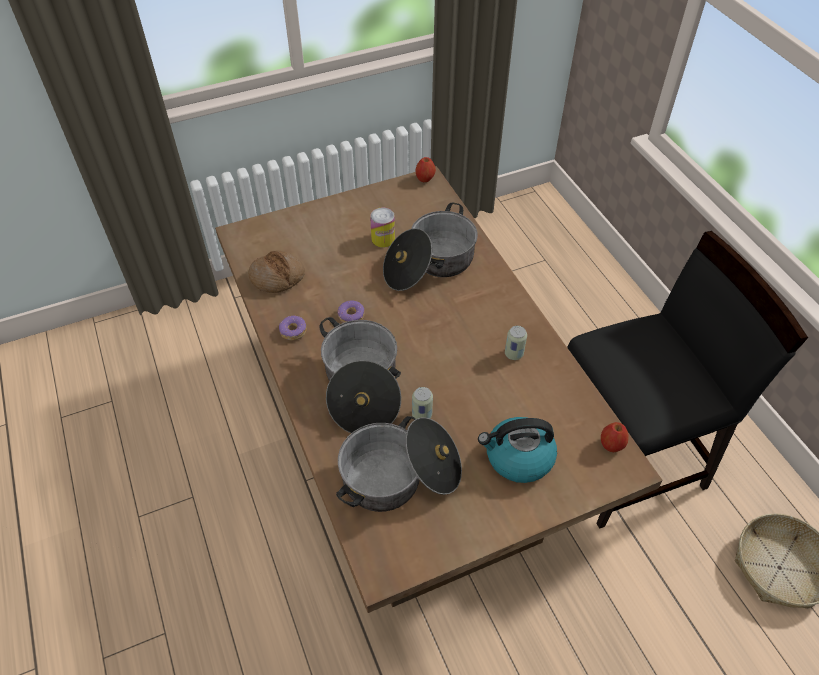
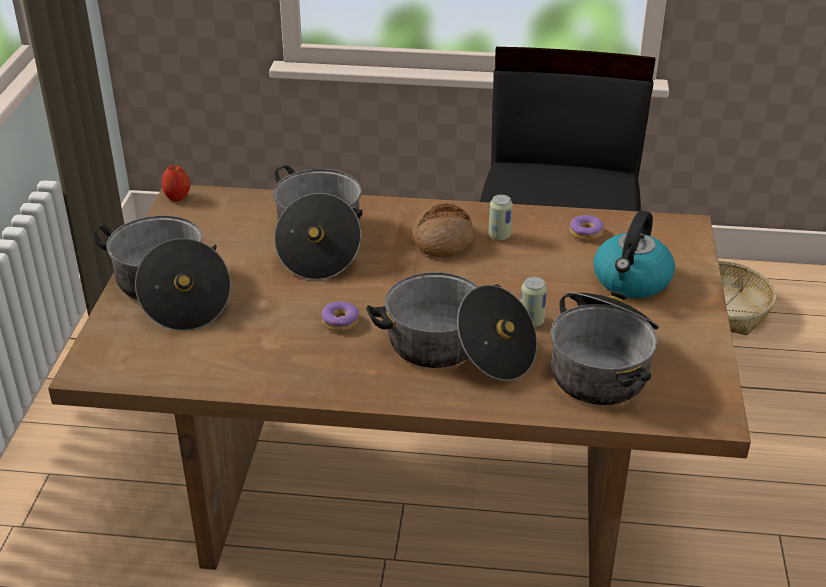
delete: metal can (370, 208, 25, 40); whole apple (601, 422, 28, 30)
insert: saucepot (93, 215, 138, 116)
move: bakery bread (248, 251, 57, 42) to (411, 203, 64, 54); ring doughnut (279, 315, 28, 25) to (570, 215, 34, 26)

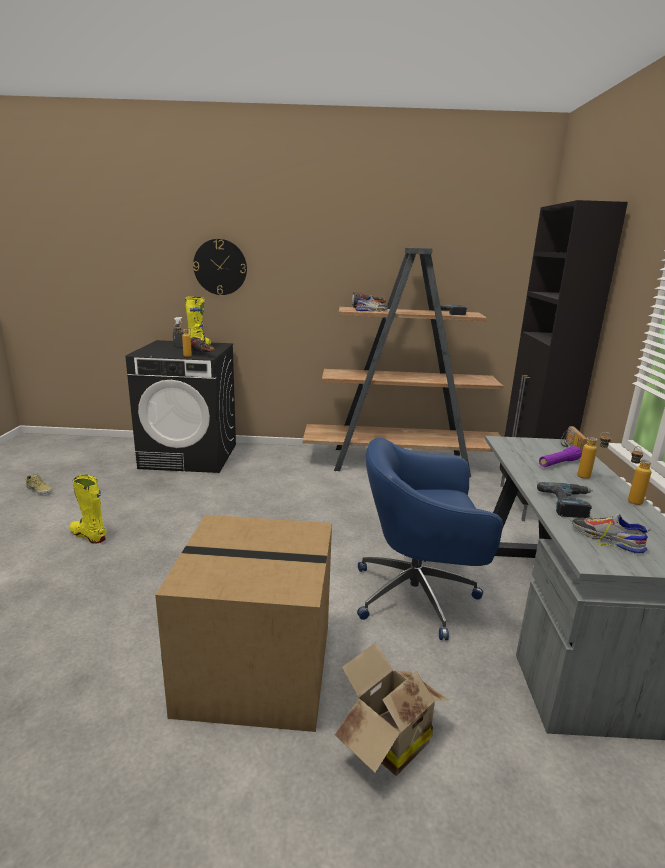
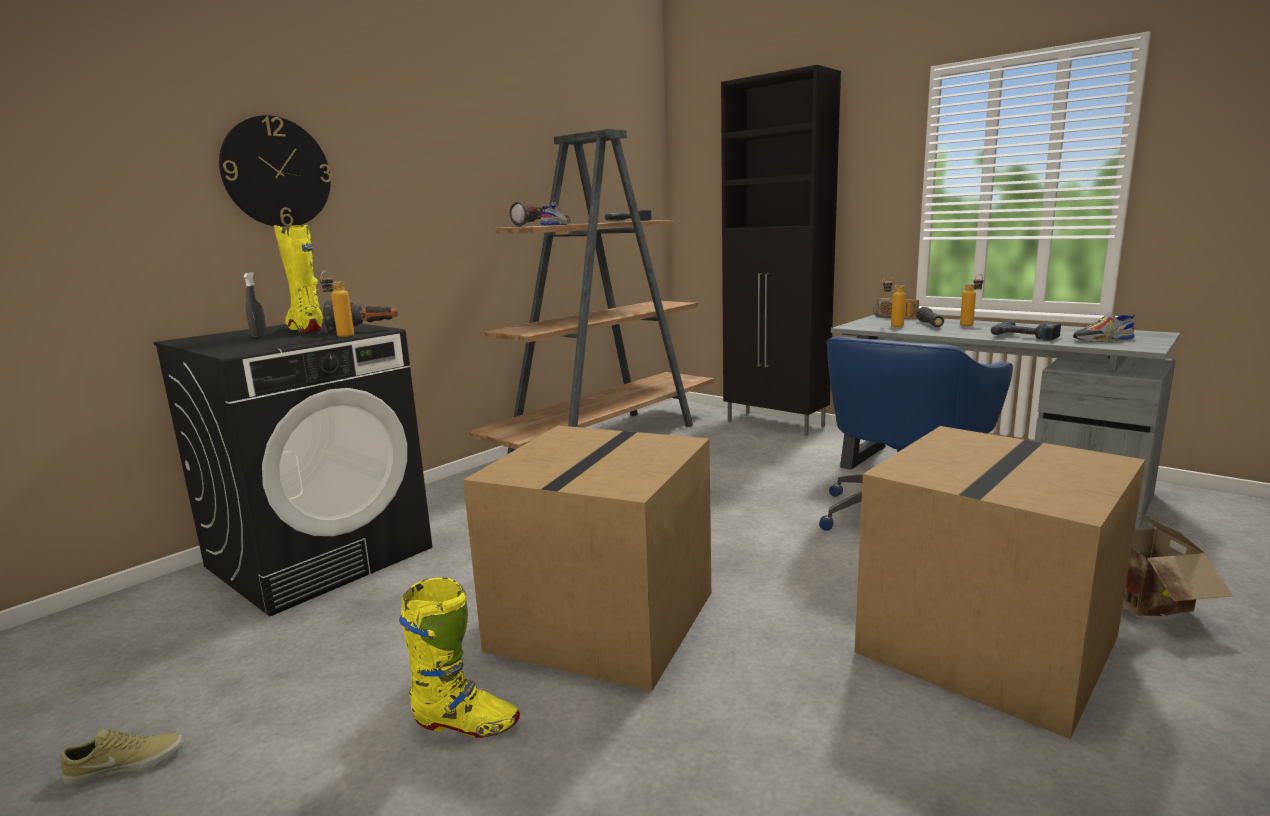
insert: cardboard box (463, 425, 248, 266)
move: beverage bottle (628, 446, 24, 59) to (883, 276, 23, 51)
recolor: flashlight (purple-coloured) (539, 446, 43, 21) to flashlight (black-coloured) (916, 307, 28, 20)
rotate: tall boot (yellowish) (70, 474, 36, 70) = (399, 578, 121, 160) 150 degrees counterclockwise

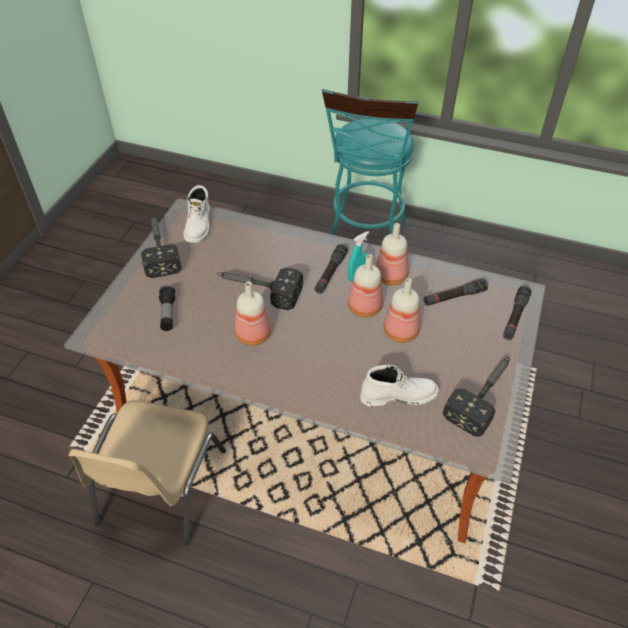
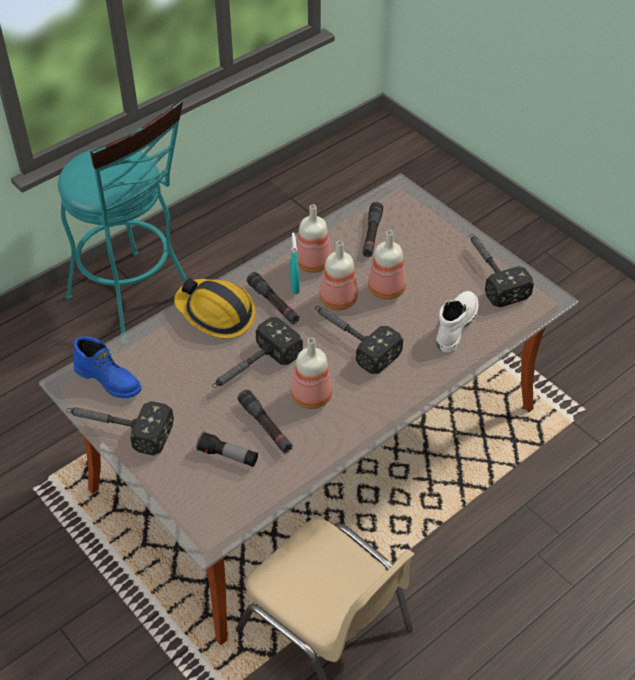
insert: safety helmet (174, 278, 82, 61); hand hammer (315, 306, 88, 68)
move: flashlight (black-coloured) (503, 286, 28, 54) to (237, 389, 56, 65)
recolor: tall boot (whitish) (183, 185, 27, 58) to tall boot (blue-coloured) (73, 336, 68, 62)

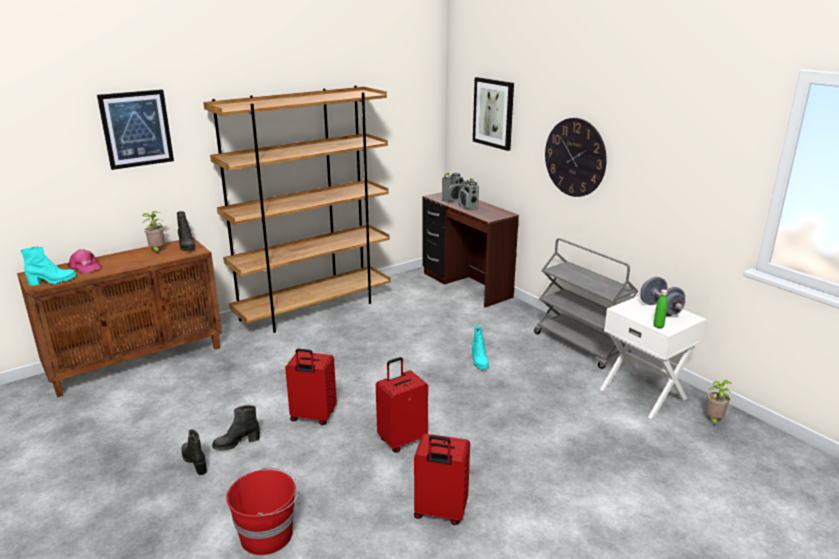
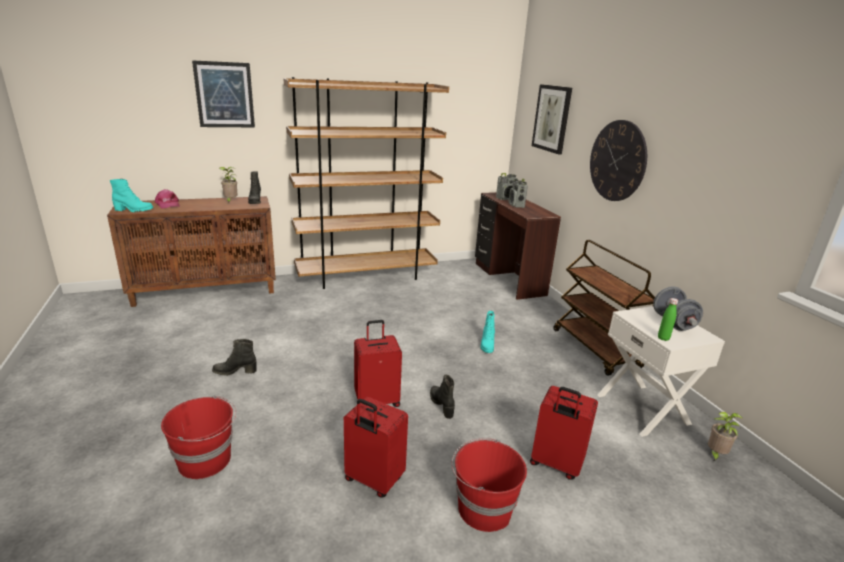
insert: pail (red) (451, 438, 76, 94)
move: tall boot (black-coloured) (181, 429, 26, 46) to (430, 374, 25, 45); suitcase (red) (285, 348, 52, 77) to (530, 386, 68, 94)
recolor: wheeled cart (gray) (534, 238, 104, 131) to wheeled cart (brownish) (553, 240, 102, 136)

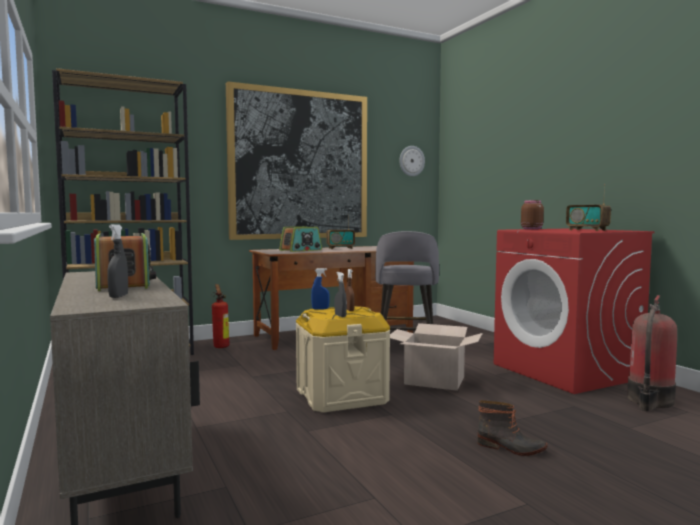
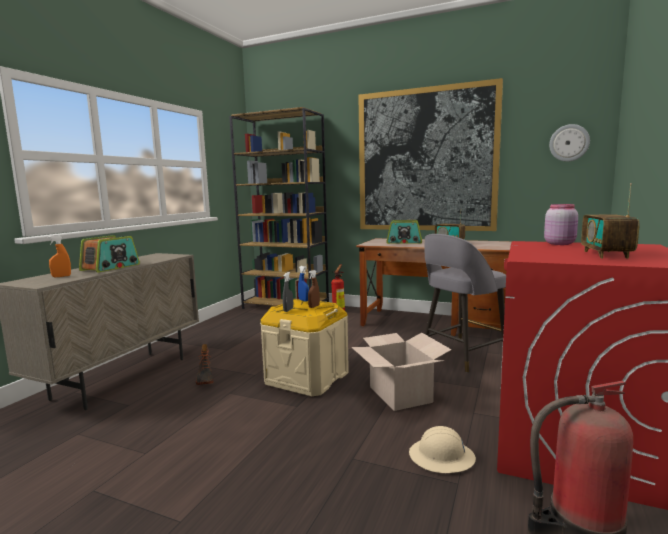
insert: safety helmet (beige) (409, 426, 67, 47)
move: tall boot (477, 400, 71, 56) to (196, 344, 17, 41)
recolor: sprayer (gray) (107, 224, 21, 74) to sprayer (orange-coloured) (48, 236, 23, 41); preserve jar (brownish) (521, 200, 23, 30) to preserve jar (pink) (544, 204, 34, 41)

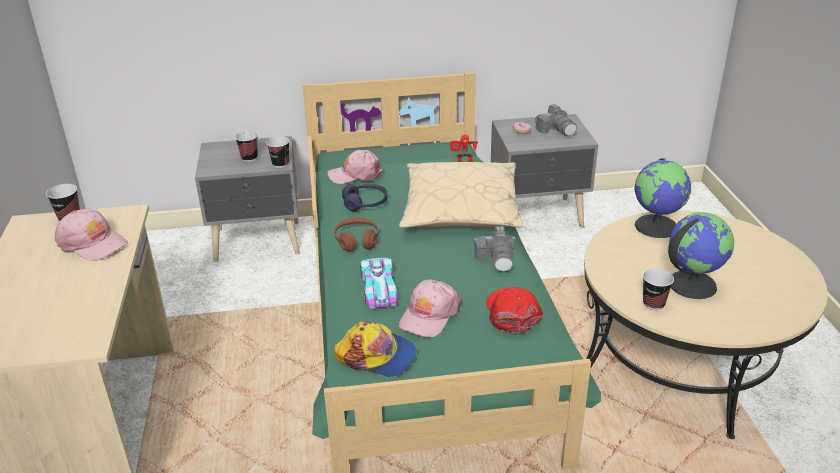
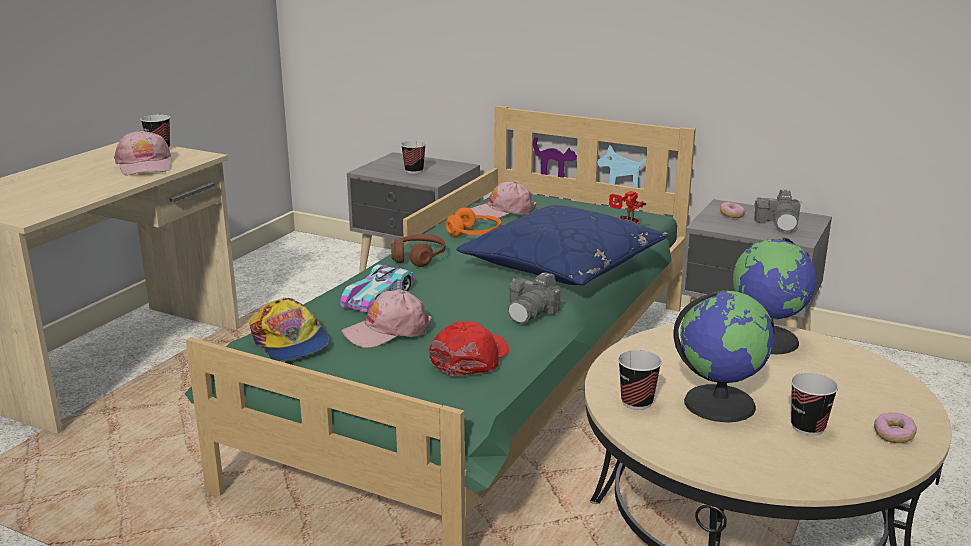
insert: ring doughnut (874, 413, 43, 30)
move: small cup (266, 136, 23, 32) to (791, 373, 47, 63)
recolor: pair of headphones (purple-coloured) (342, 184, 46, 27) to pair of headphones (orange-coloured) (445, 208, 56, 29); cushion (beige) (399, 162, 124, 66) to cushion (blue-coloured) (457, 205, 212, 80)
rotate: cap (pink) (327, 150, 56, 34) = (470, 181, 67, 39) 45 degrees counterclockwise

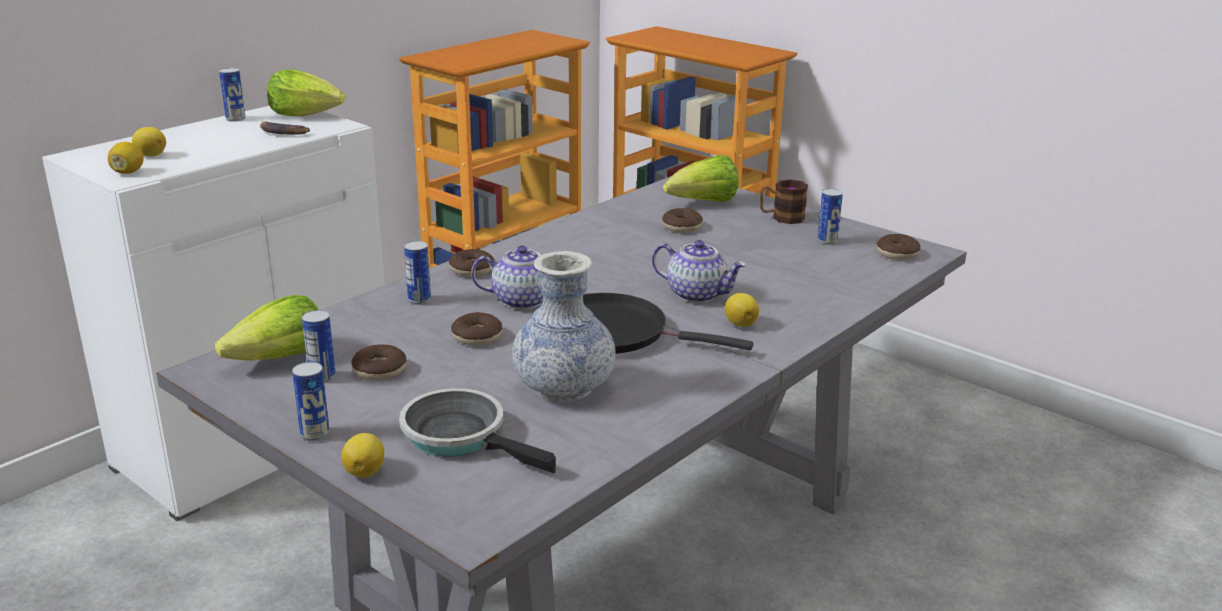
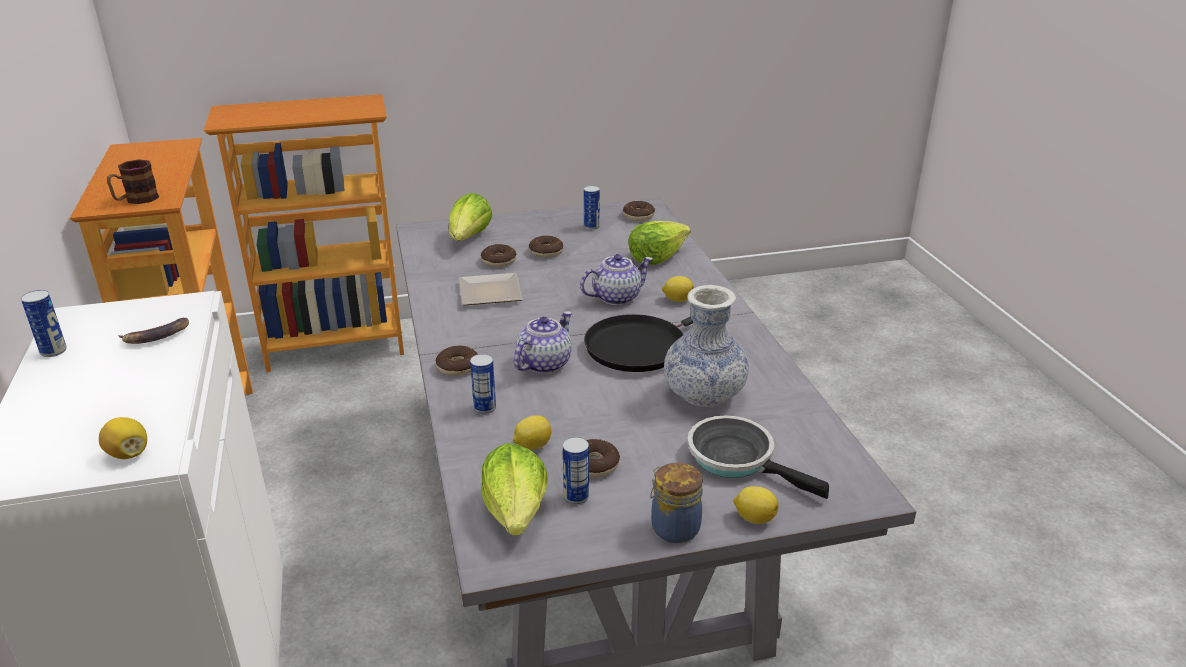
insert: dinner plate (459, 273, 64, 33)
move: lemon (132, 127, 34, 30) to (513, 415, 38, 35); lettuce (267, 69, 78, 47) to (628, 221, 63, 44); ring doughnut (451, 312, 51, 34) to (529, 236, 34, 22); coffee mug (760, 179, 48, 45) to (107, 160, 52, 44)
replace: metal can (292, 362, 38, 79) to preserve jar (650, 463, 53, 80)
rotate: frying pan (399, 388, 157, 86) = (687, 416, 142, 83) 60 degrees clockwise

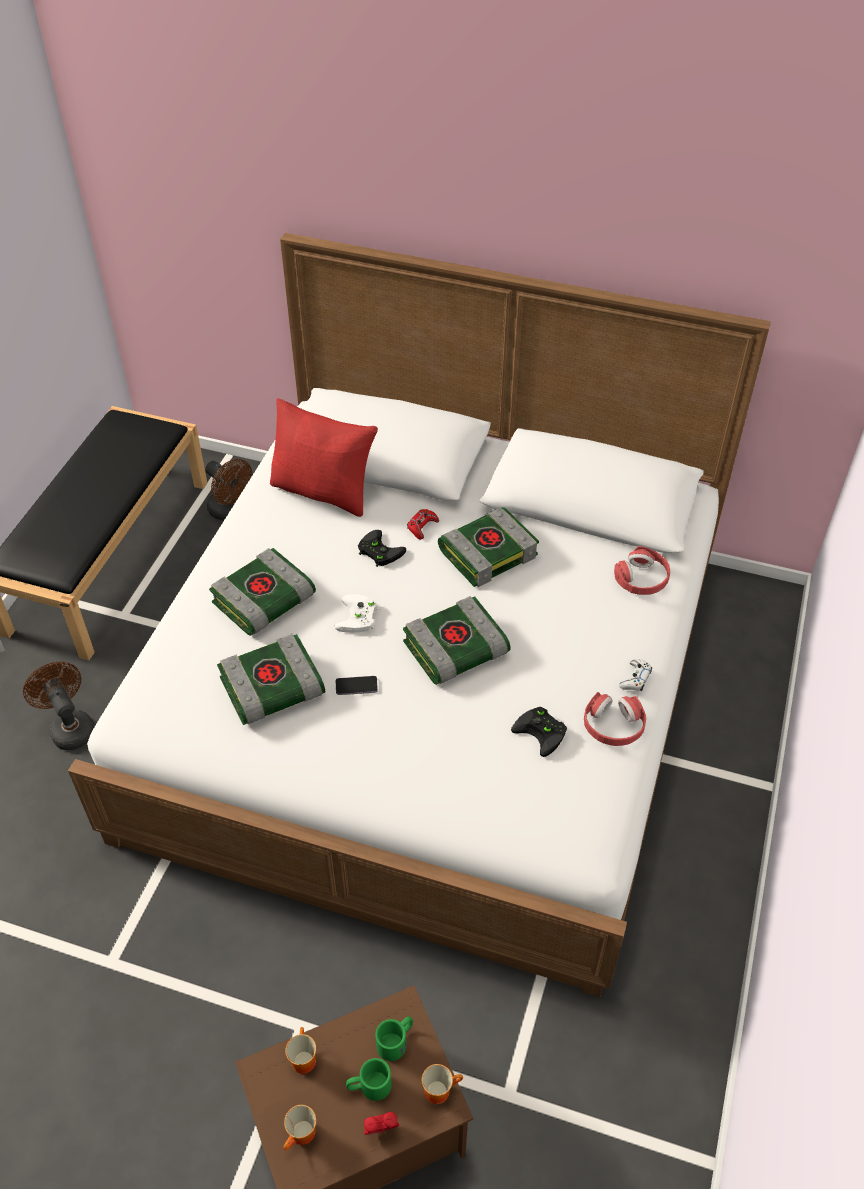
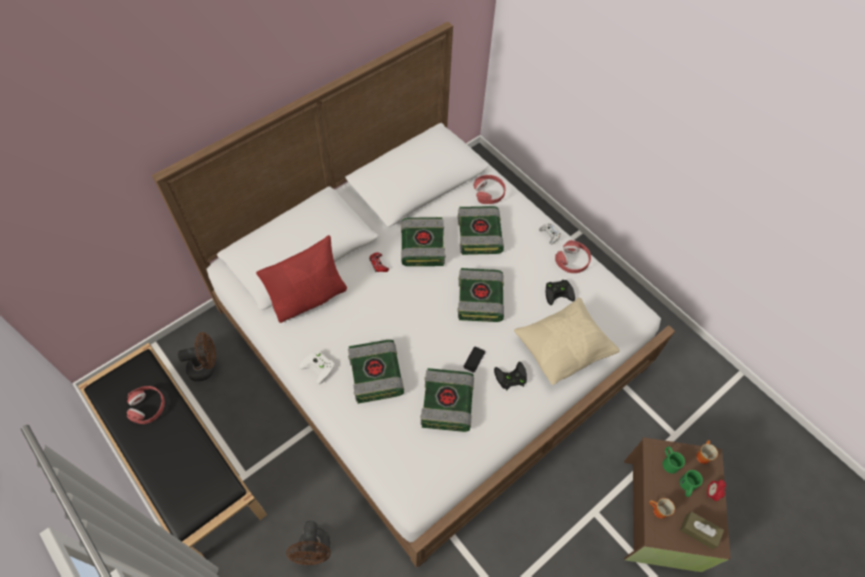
insert: pair of headphones (red) (127, 386, 38, 38); volume (458, 206, 46, 49); cushion (beige) (514, 298, 105, 87)
move: joypad (whitish) (335, 594, 43, 39) to (299, 351, 35, 33); joypad (black-coloured) (358, 530, 49, 37) to (494, 362, 33, 29)
replace: coffee mug (283, 1105, 33, 46) to box of tissues (brownish) (680, 511, 44, 38)
rotate: electric fan (brownish) (23, 662, 72, 88) = (286, 521, 45, 44) 90 degrees counterclockwise

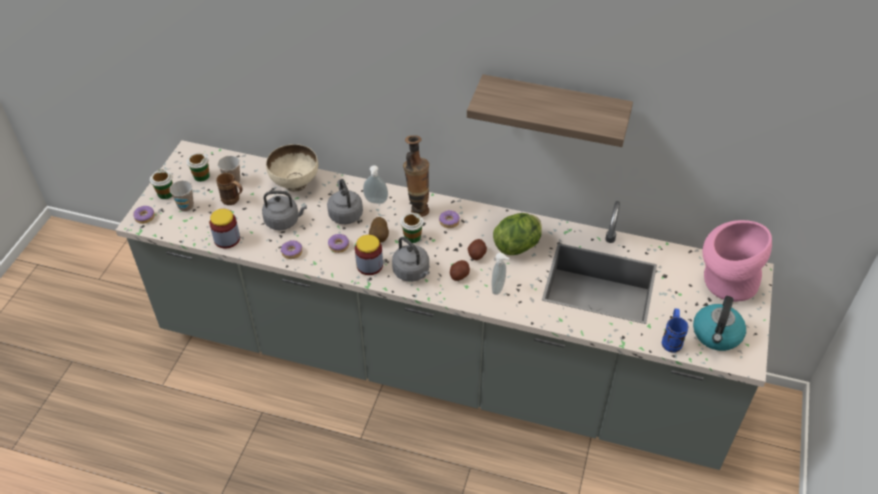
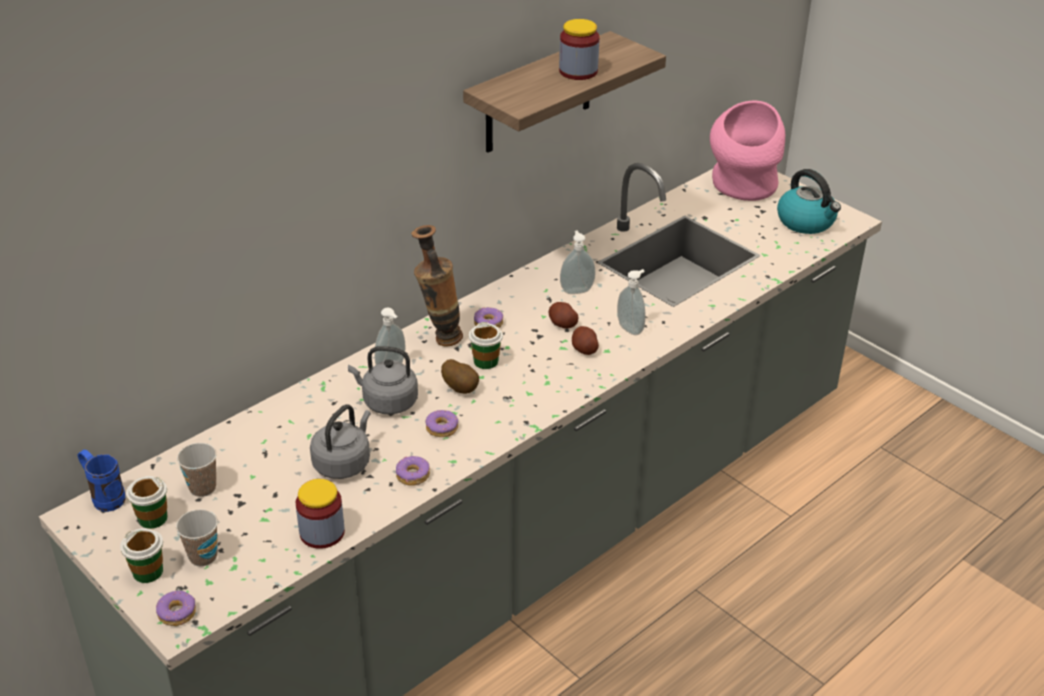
delete: coffee mug (brownish) (216, 173, 27, 32); serving bowl (beige) (266, 144, 52, 48); tea kettle (gray) (392, 237, 38, 45)
move: preserve jar (355, 235, 28, 40) to (559, 19, 41, 61); coffee mug (blue-coloured) (662, 309, 26, 44) to (77, 450, 49, 62)
replace: lettuce (493, 213, 49, 42) to soap dispenser (560, 230, 36, 64)

